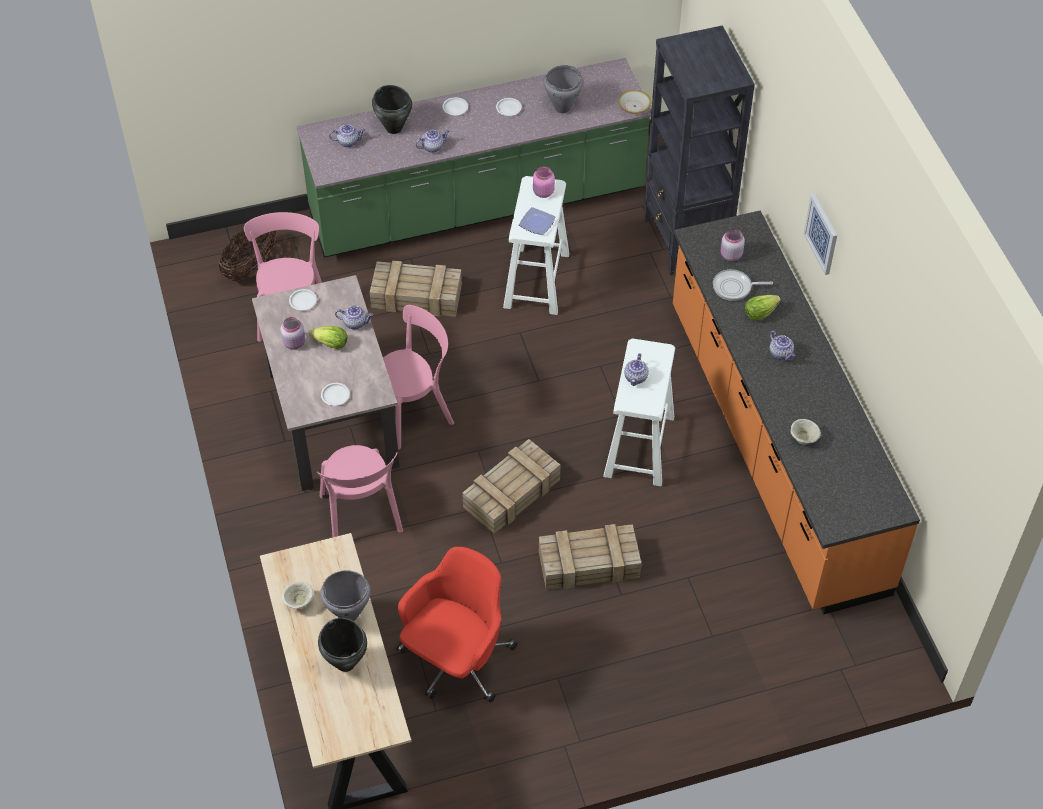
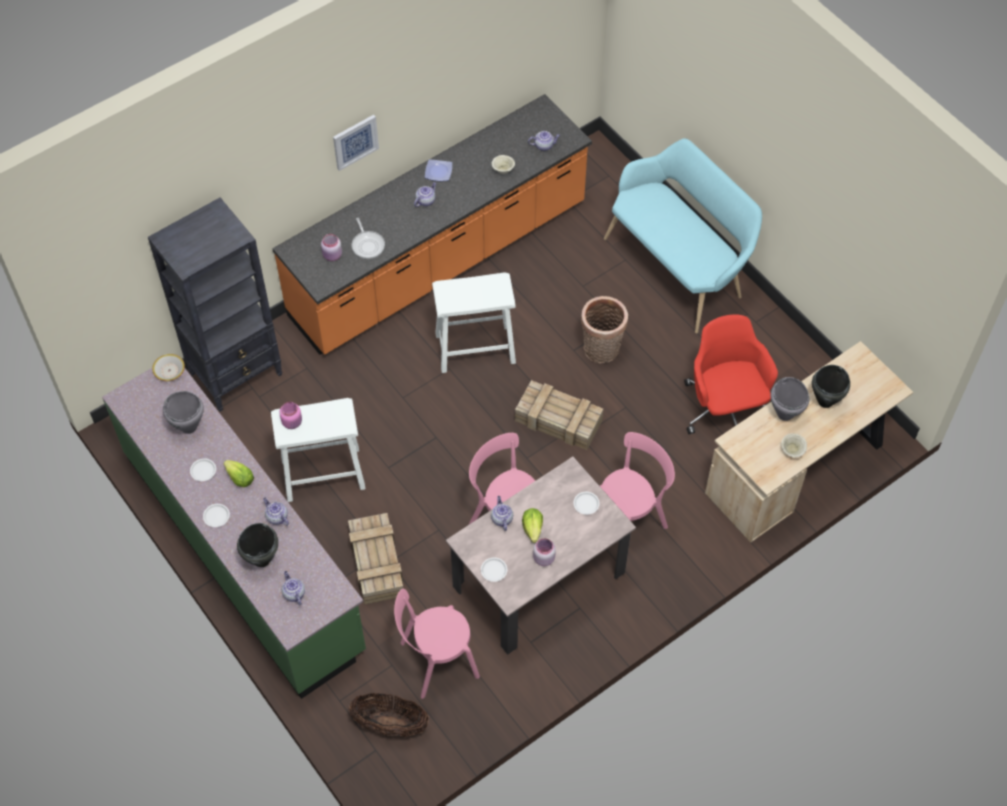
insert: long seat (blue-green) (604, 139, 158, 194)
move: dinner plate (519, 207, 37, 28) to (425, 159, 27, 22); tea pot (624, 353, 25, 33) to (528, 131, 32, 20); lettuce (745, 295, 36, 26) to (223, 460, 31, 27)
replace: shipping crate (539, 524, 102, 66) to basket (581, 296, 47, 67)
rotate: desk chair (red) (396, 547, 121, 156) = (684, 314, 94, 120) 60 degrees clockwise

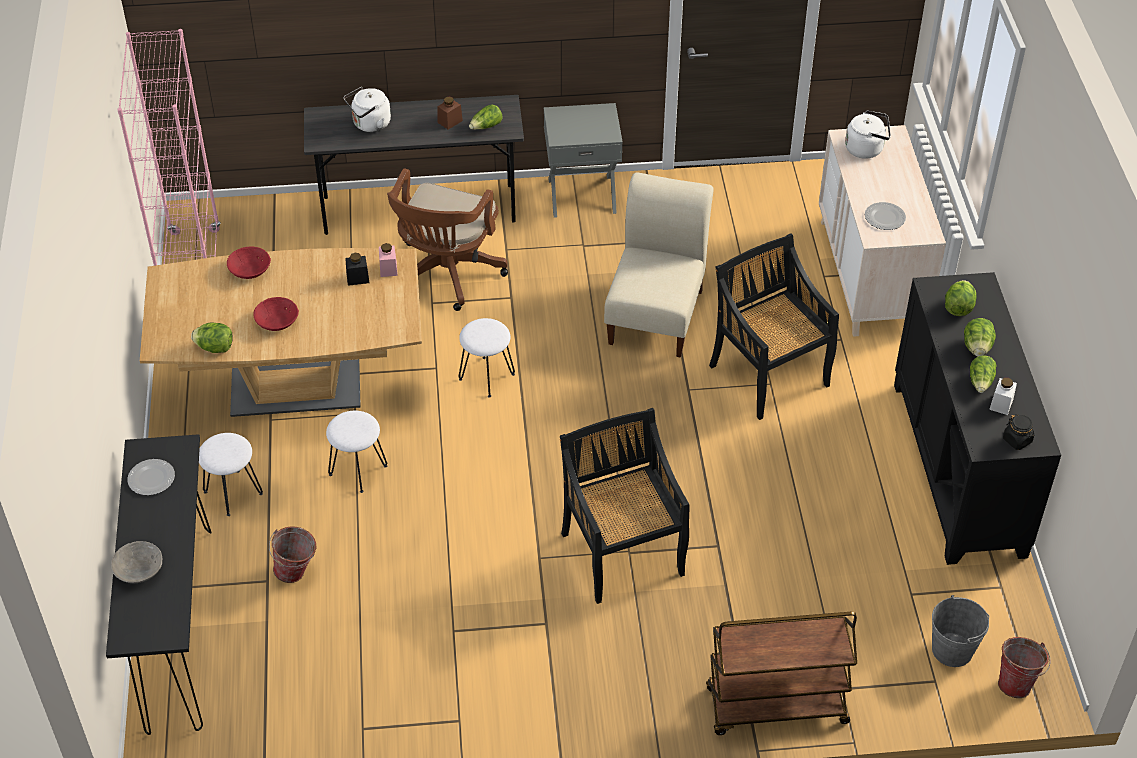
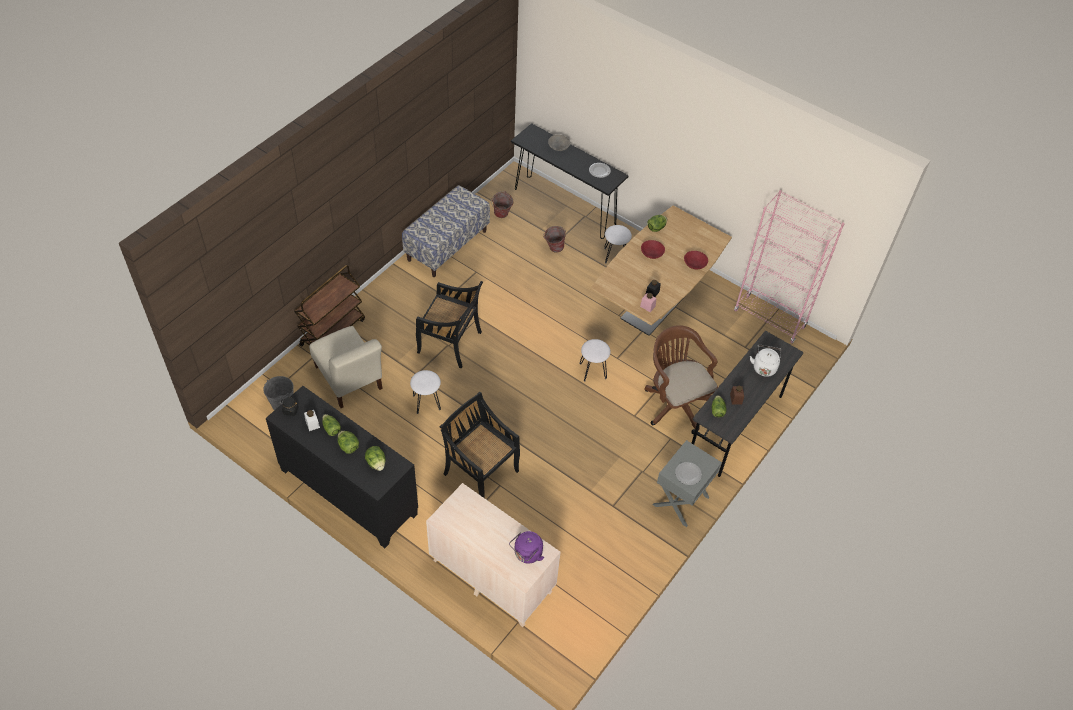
insert: long seat (402, 185, 88, 92)
move: stool (whitish) (326, 411, 61, 82) to (410, 370, 31, 44); upright chair (beige) (604, 173, 110, 184) to (309, 326, 74, 82); dinner plate (865, 202, 41, 28) to (675, 462, 27, 23); pail (998, 637, 53, 61) to (491, 191, 22, 27)
recolor: tea kettle (whitish) (845, 110, 46, 49) to tea kettle (purple-coloured) (509, 531, 35, 33)
rotate: upright chair (black-coloured) (709, 233, 130, 187) = (439, 392, 81, 106) 150 degrees counterclockwise

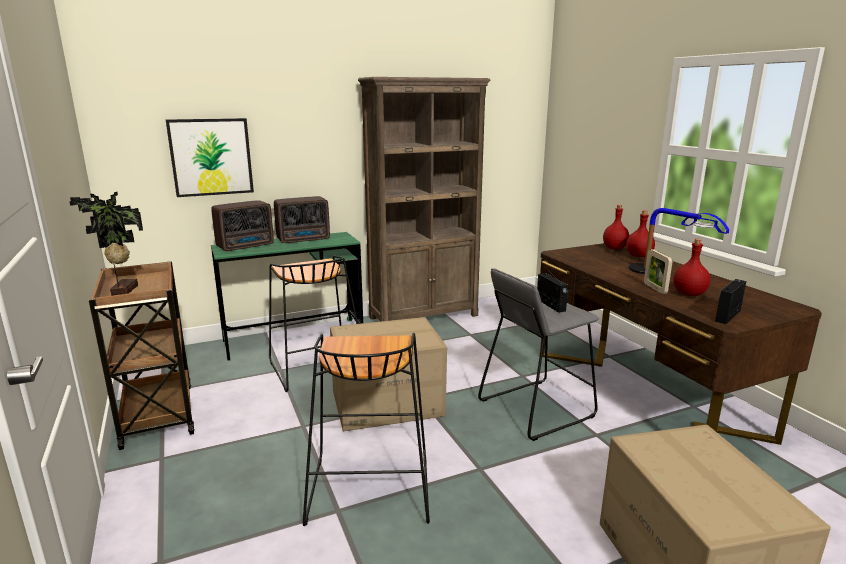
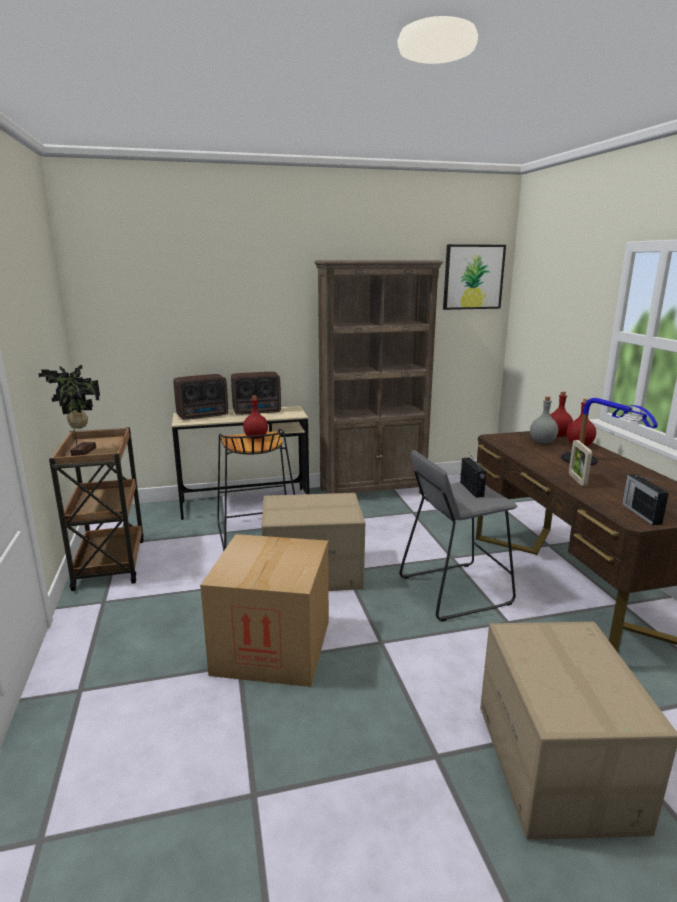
insert: beverage bottle (gray) (530, 396, 28, 47)
move: wall art (166, 118, 88, 79) to (443, 244, 63, 66); beverage bottle (red) (673, 239, 37, 57) to (243, 395, 25, 44)
replace: stool (black-coloured) (303, 333, 127, 193) to cardboard box (200, 534, 129, 153)
recolor: desk unit (green-coloured) (211, 232, 152, 129) to desk unit (beige) (172, 406, 137, 114)
rotate: radio receiver (715, 279, 31, 45) = (622, 474, 47, 51) 60 degrees counterclockwise

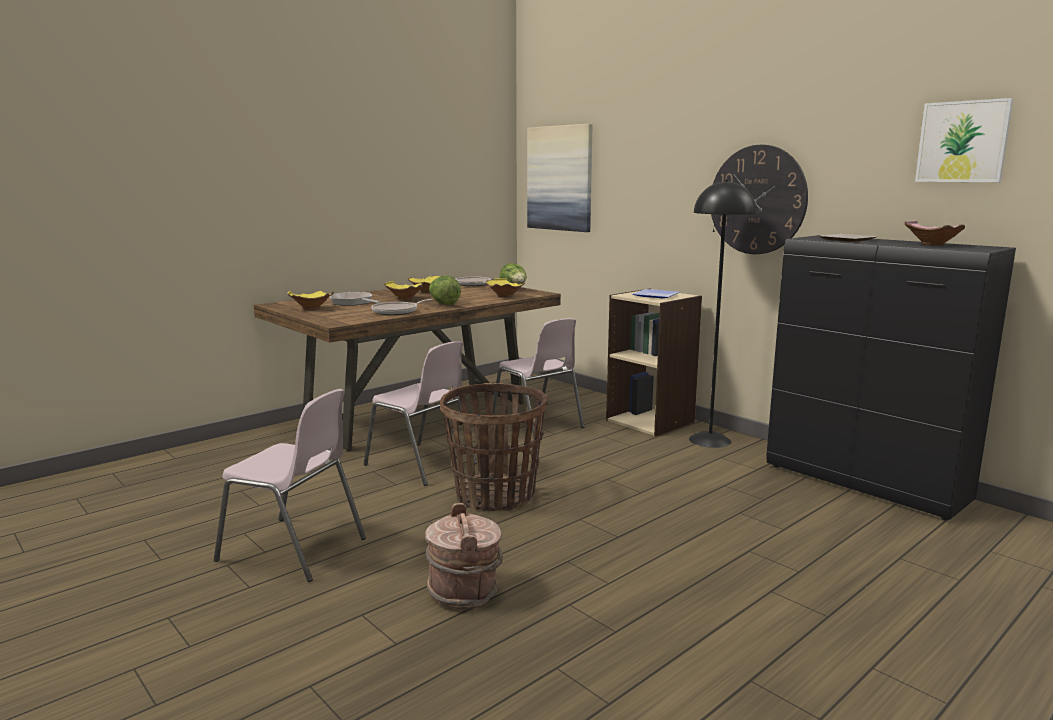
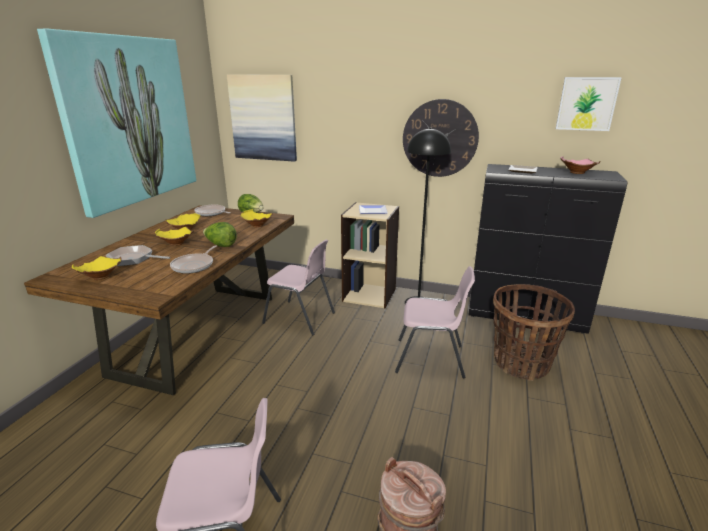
insert: wall art (37, 28, 159, 190)
move: upright chair (pink) (364, 341, 112, 145) to (395, 266, 80, 112); basket (440, 383, 108, 128) to (493, 284, 82, 97)

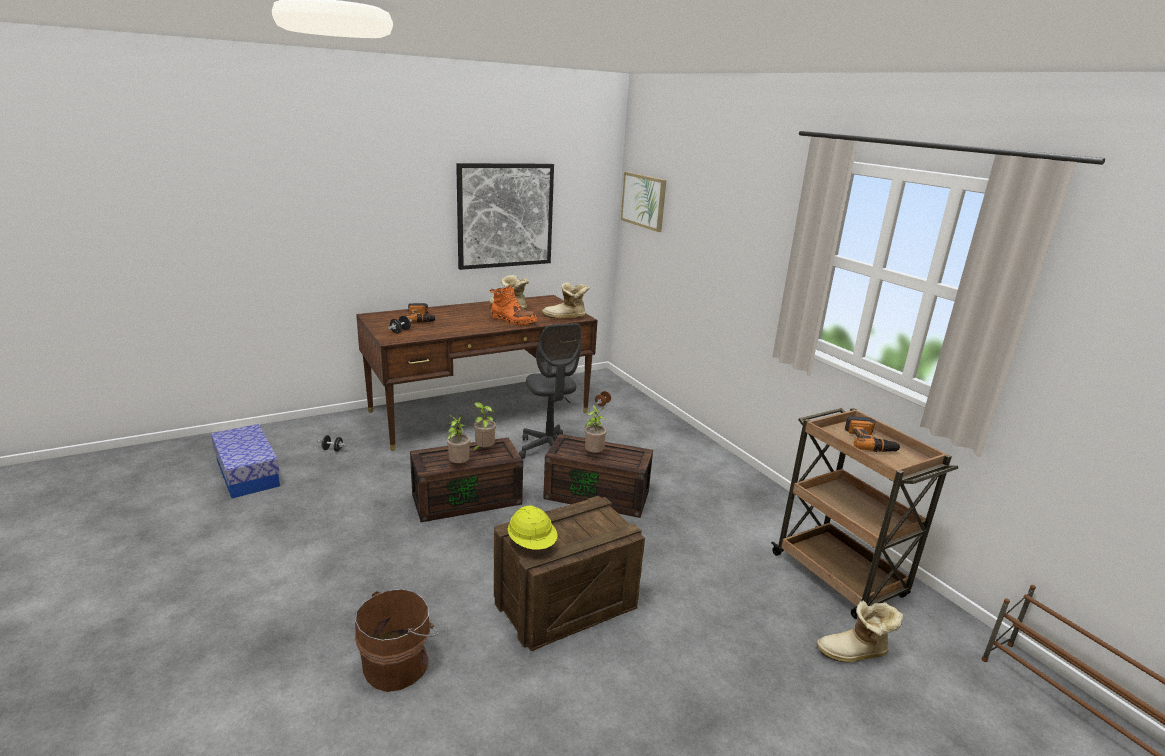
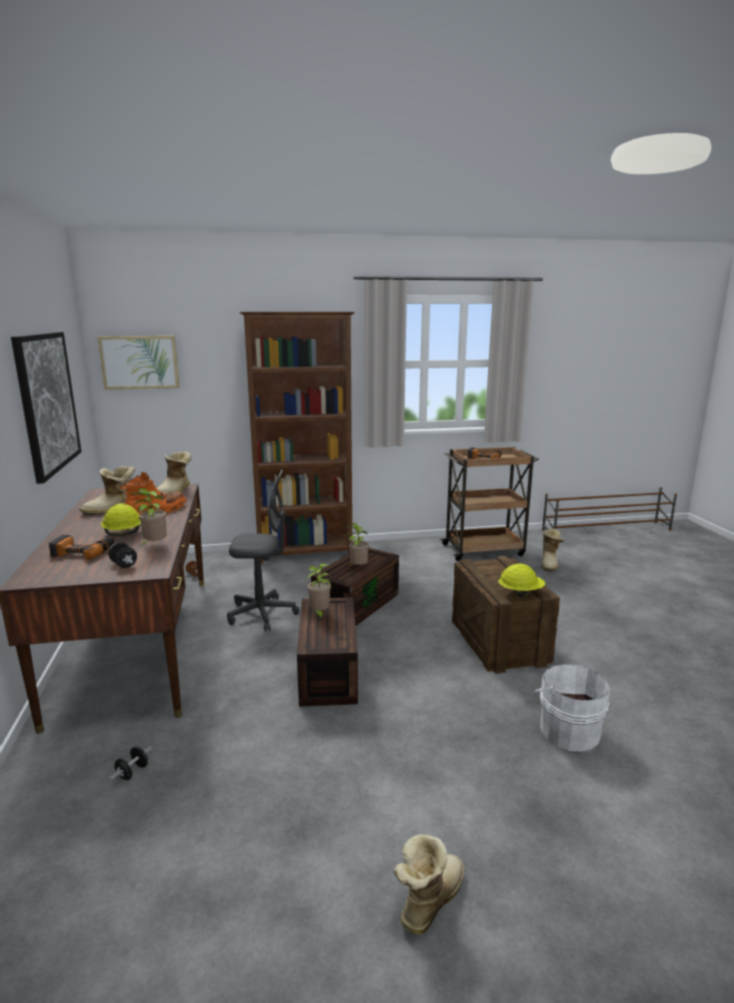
delete: storage bin (211, 424, 69, 74)
insert: safety helmet (yellowish) (101, 503, 40, 33); bookcase (brownish) (240, 312, 115, 252); tall boot (394, 834, 70, 101)
move: plant in a pot (446, 415, 24, 48) to (131, 488, 36, 60)
recolor: pail (brownish) (355, 589, 83, 103) to pail (whitish) (534, 664, 76, 88)

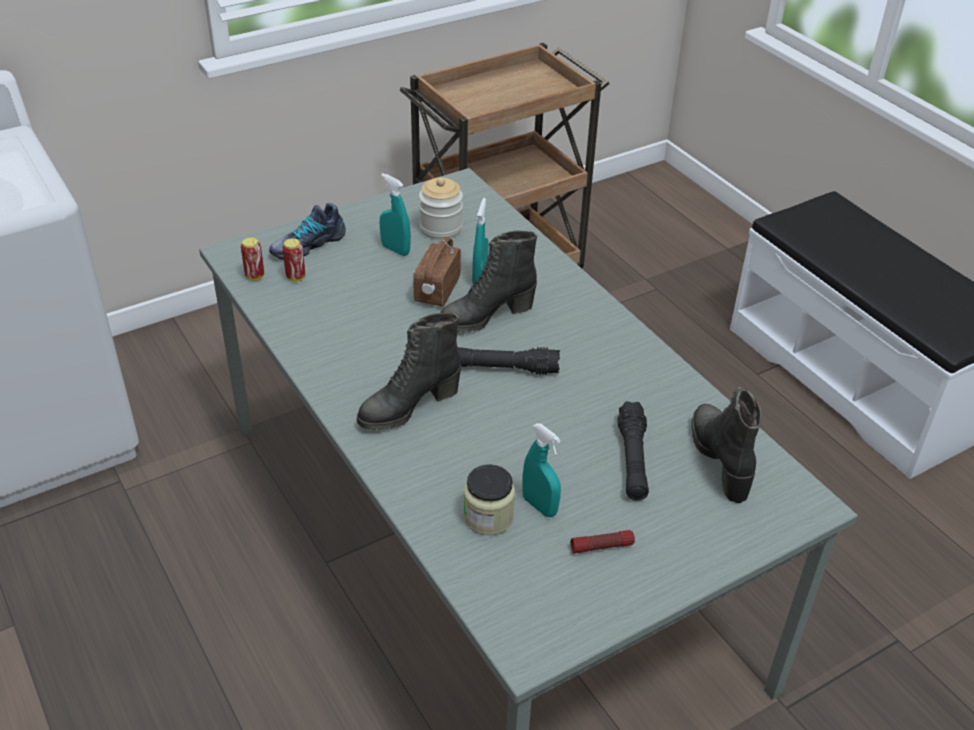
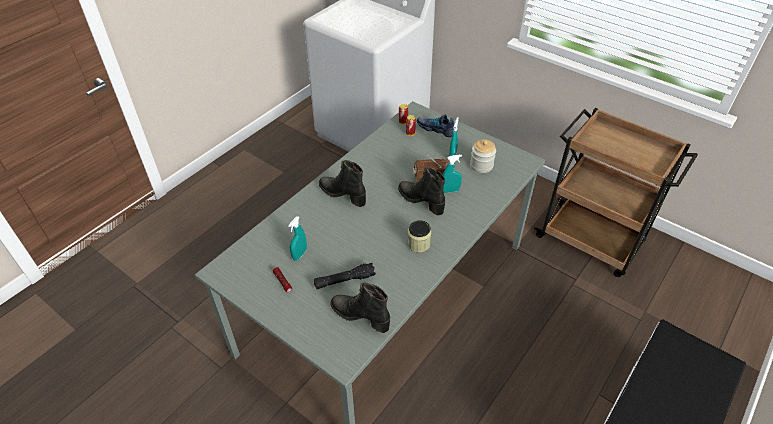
delete: flashlight (black-coloured) (458, 347, 102, 28)
move: preserve jar (464, 464, 51, 71) to (407, 220, 24, 32)
rotate: tall boot (black-coloured) (692, 387, 70, 116) = (331, 283, 59, 50) 120 degrees counterclockwise

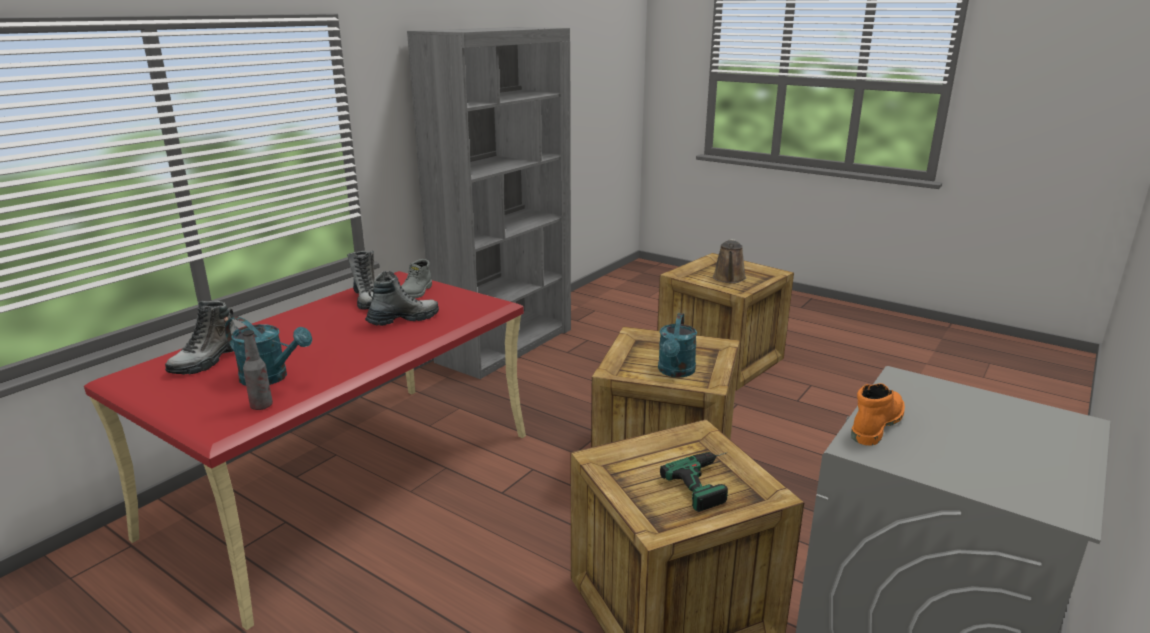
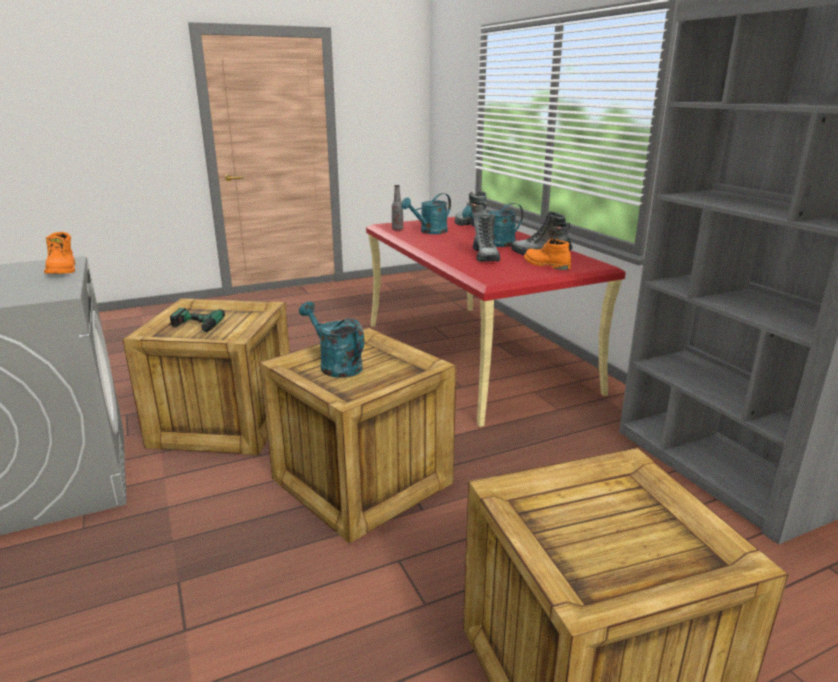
delete: watering can (brownish) (713, 239, 33, 44)
insert: watering can (blue-green) (462, 203, 61, 44)
recolor: tall boot (gray) (402, 259, 30, 39) to tall boot (orange-coloured) (524, 238, 47, 32)

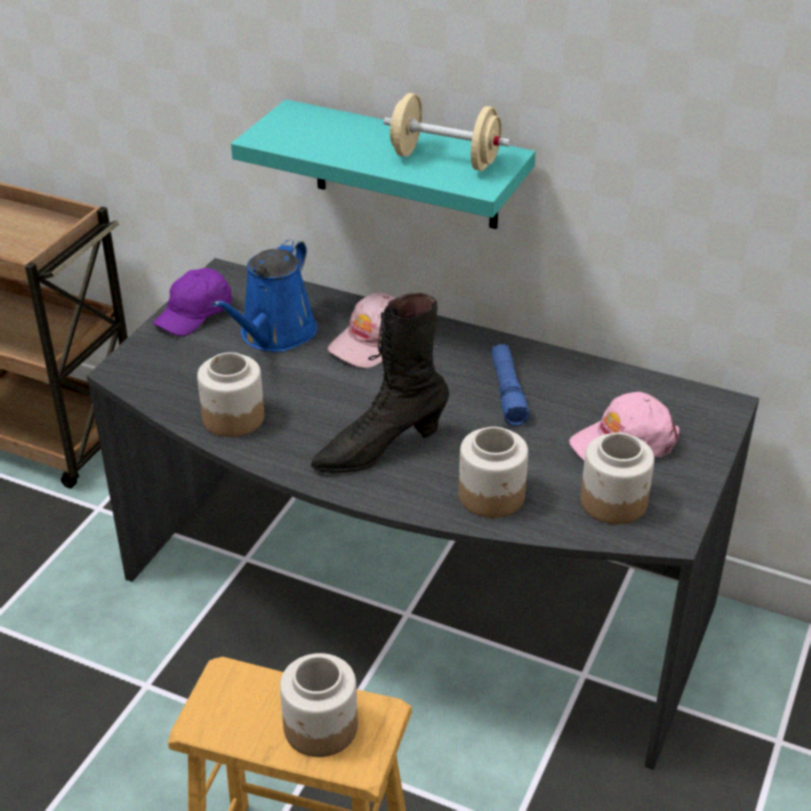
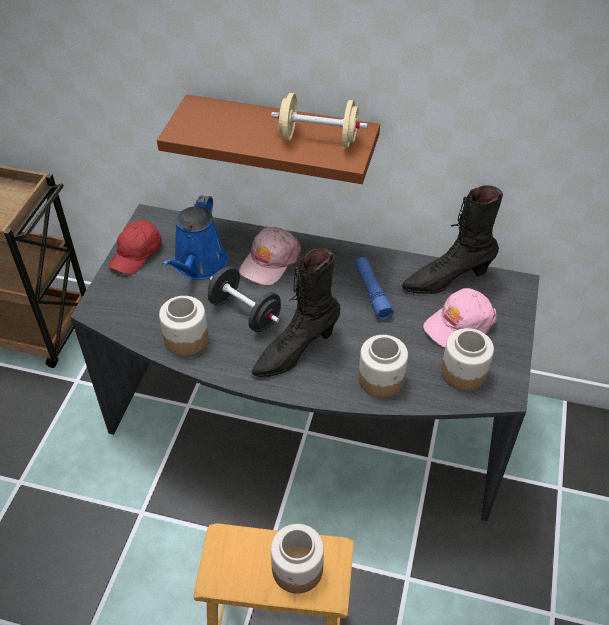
insert: free weight (black-coloured) (207, 266, 74, 66); tall boot (black-coloured) (401, 185, 102, 109)
recolor: cap (purple-coloured) (152, 268, 80, 68) to cap (red) (108, 220, 54, 55); wall shelf (blue-green) (231, 99, 304, 130) to wall shelf (brownish) (157, 94, 223, 90)

